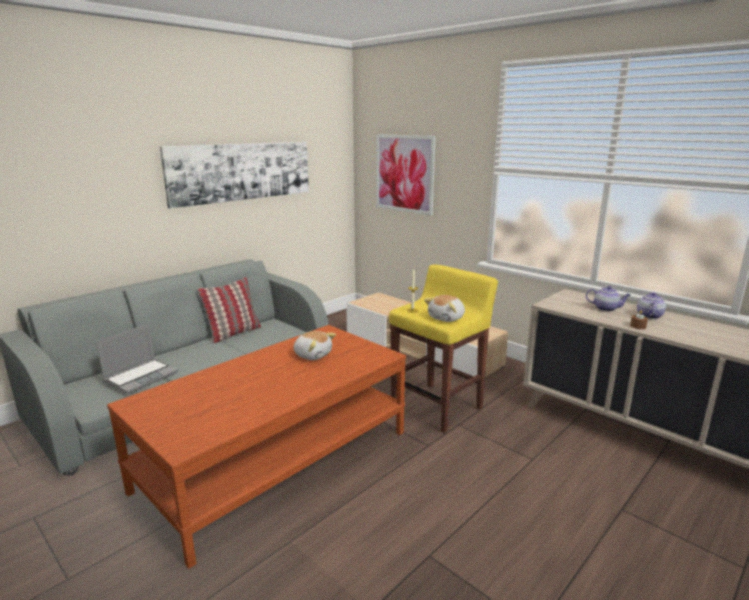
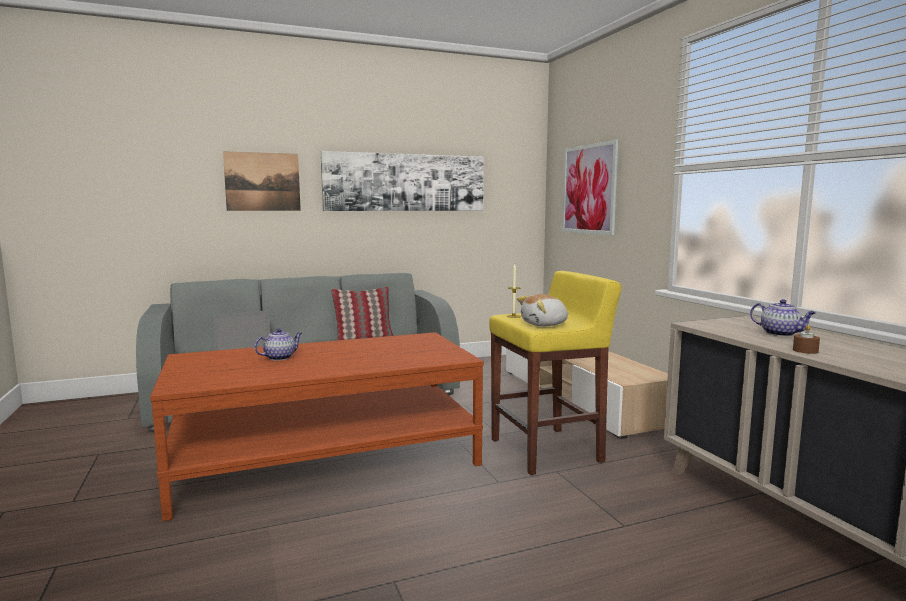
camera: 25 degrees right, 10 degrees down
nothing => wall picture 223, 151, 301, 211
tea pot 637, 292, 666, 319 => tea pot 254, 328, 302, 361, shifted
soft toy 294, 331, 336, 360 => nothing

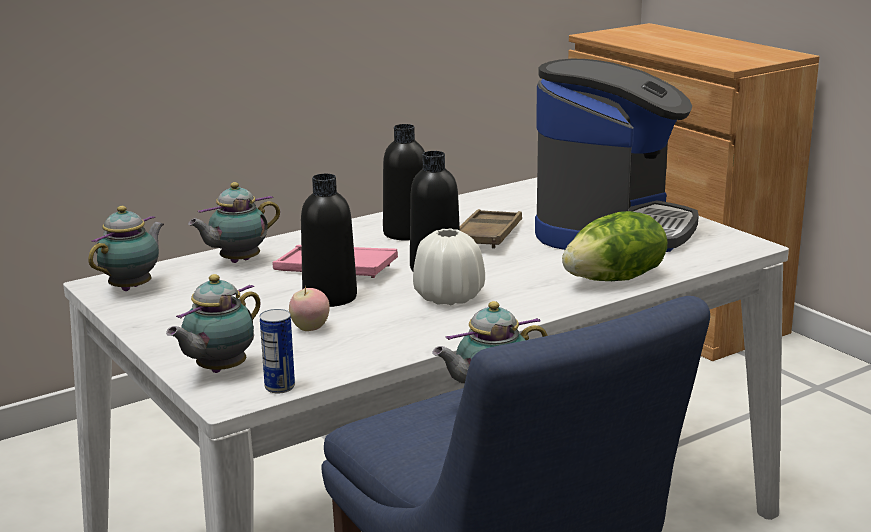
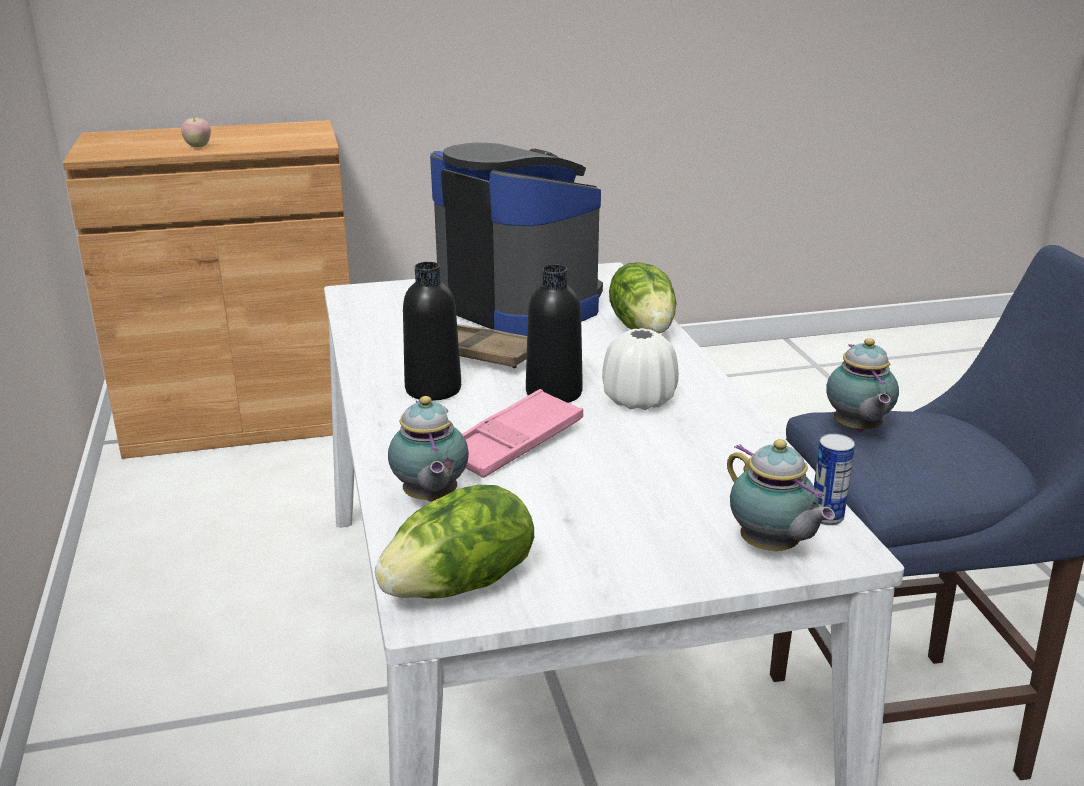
camera: 70 degrees left, 5 degrees up
apple 289, 286, 330, 331 => apple 181, 115, 211, 147, shifted
tea pot 88, 206, 164, 291 => head of lettuce 375, 485, 534, 599
black-coloured bottle 301, 174, 357, 307 => nothing

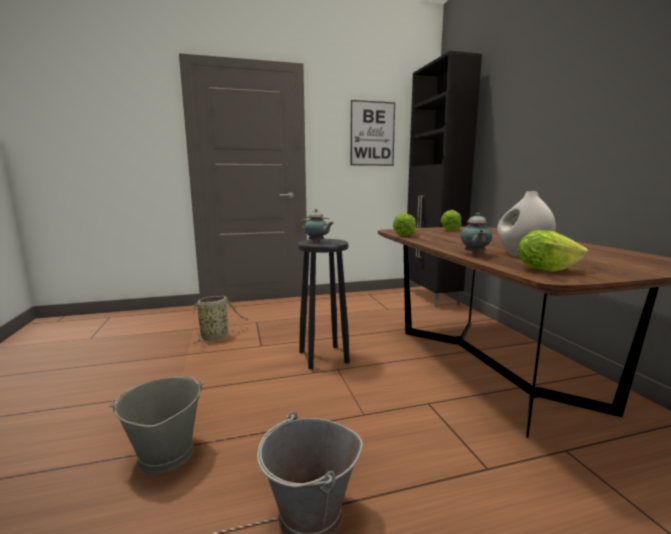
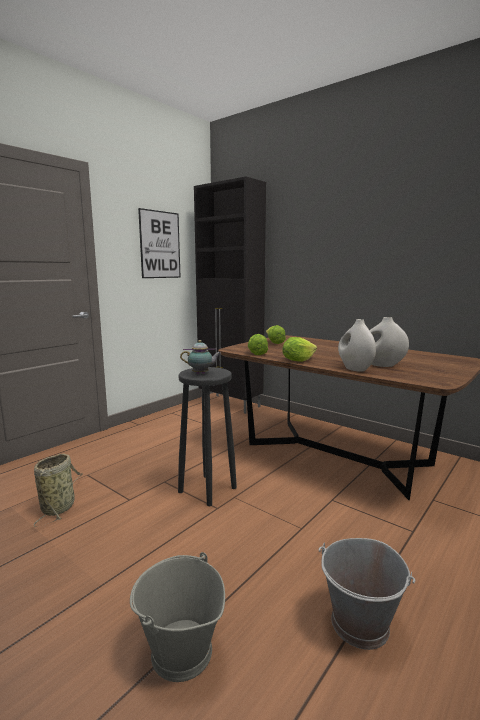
camera: 35 degrees left, 0 degrees up
head of lettuce 518, 230, 588, 272 => head of lettuce 282, 337, 317, 362, shifted
tea pot 461, 213, 492, 255 => white-coloured flower vase 338, 319, 376, 372

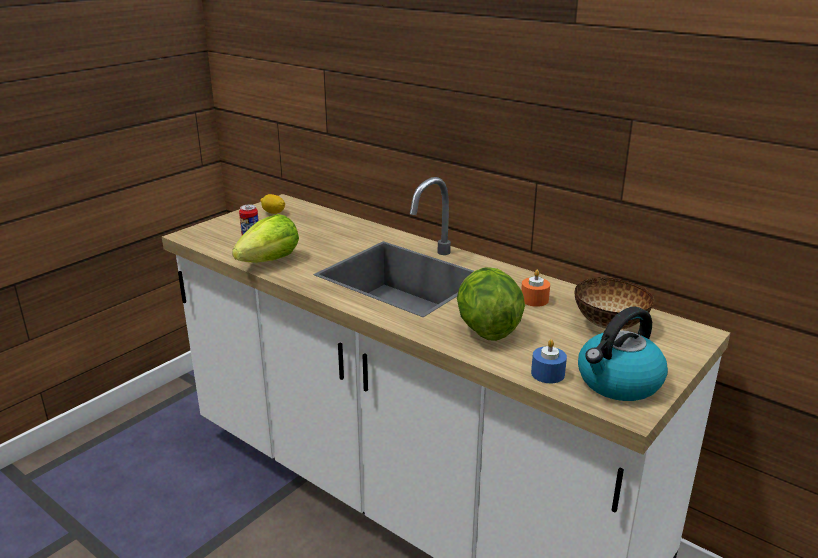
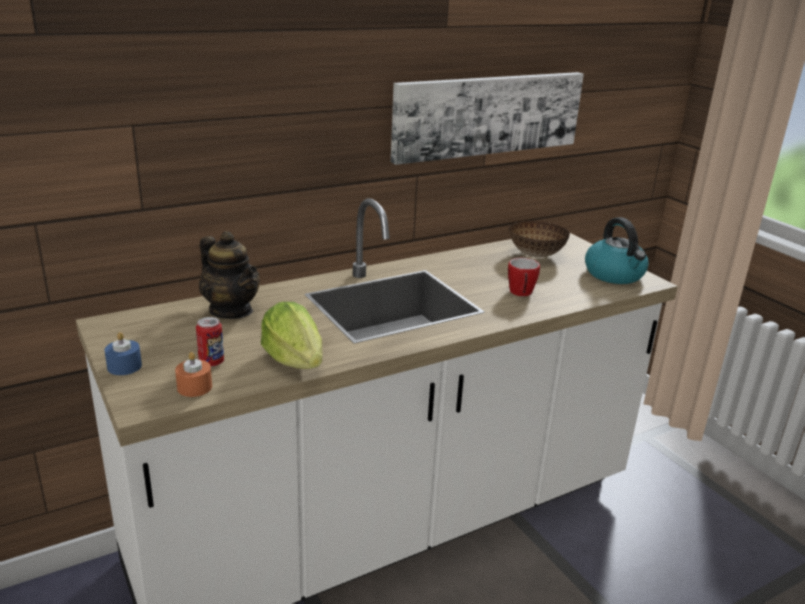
camera: 70 degrees left, 0 degrees up
blue-coloured wax candle 531, 339, 567, 383 => blue-coloured wax candle 104, 332, 142, 375, shifted
orange wax candle 521, 270, 550, 307 => orange wax candle 175, 352, 212, 397, shifted
nothing => tea pot 199, 231, 260, 319
nothing => wall picture 391, 72, 584, 165
head of lettuce 457, 267, 525, 341 => tea mug 508, 258, 540, 296
whole lemon 260, 194, 285, 214 => nothing

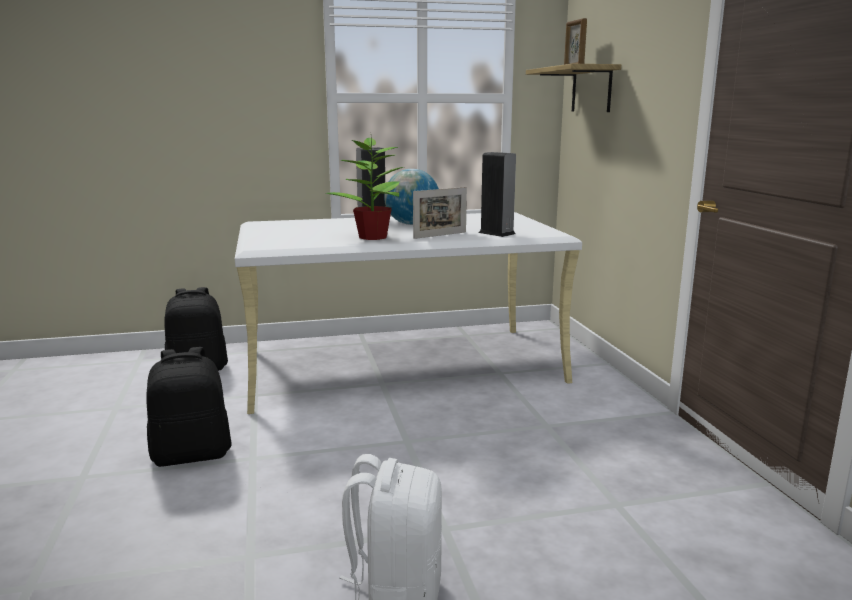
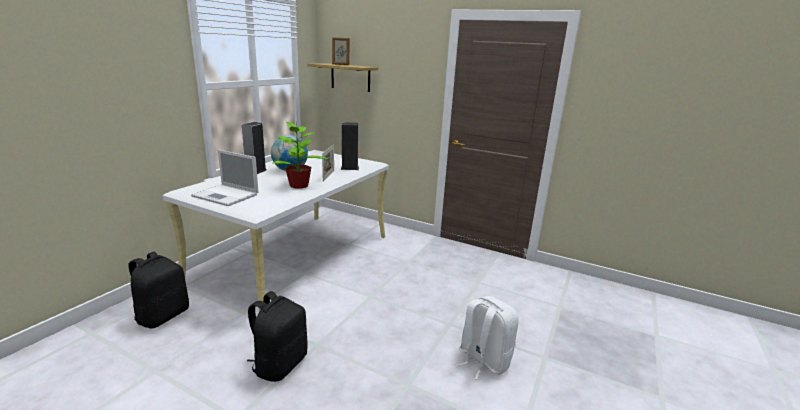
camera: 50 degrees left, 5 degrees up
nothing => portable computer 191, 150, 258, 206

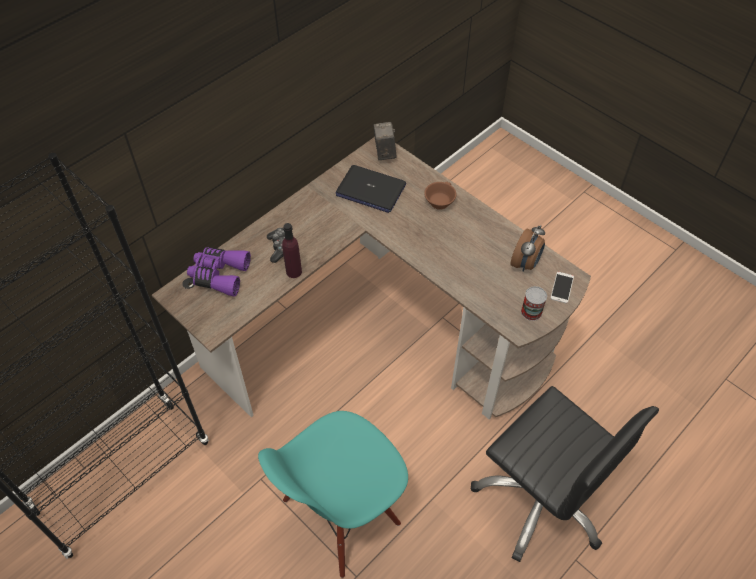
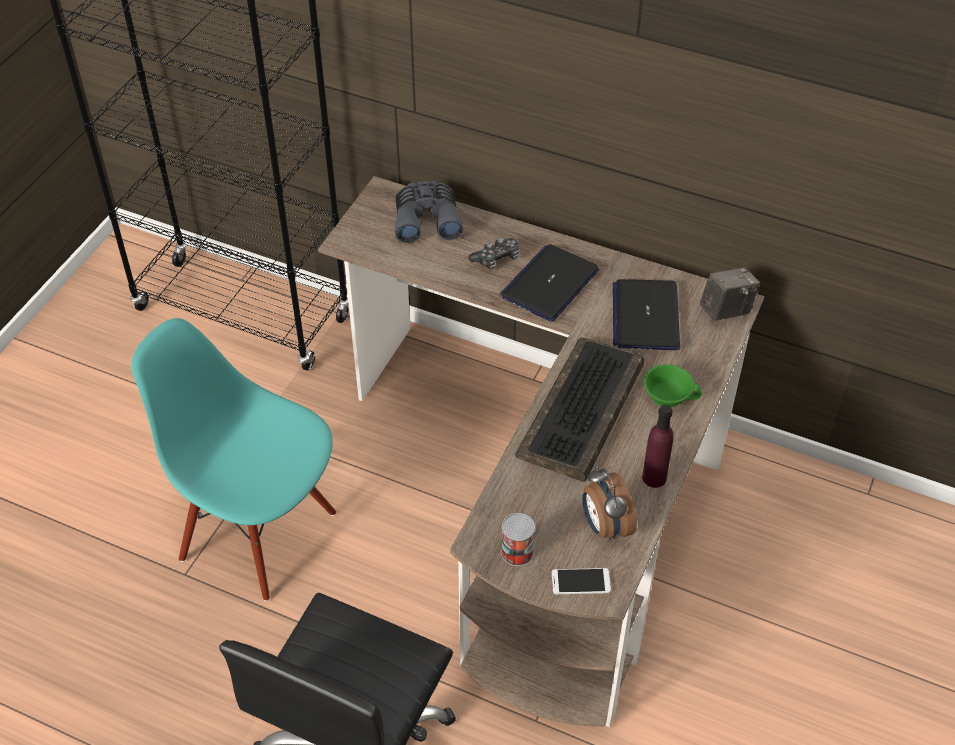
camera: 70 degrees right, 5 degrees down
purple binoculars 187, 247, 251, 297 => greyish binoculars 395, 180, 464, 243
nothing => portable computer 500, 244, 599, 322
nothing => PC keyboard 515, 338, 644, 482
alarm clock 510, 225, 545, 272 => alarm clock 582, 466, 637, 541, 60 degrees clockwise
purple bottle 282, 223, 302, 278 => purple bottle 642, 404, 674, 488, shifted
brownish cup 424, 182, 456, 210 => green-coloured cup 644, 364, 702, 408

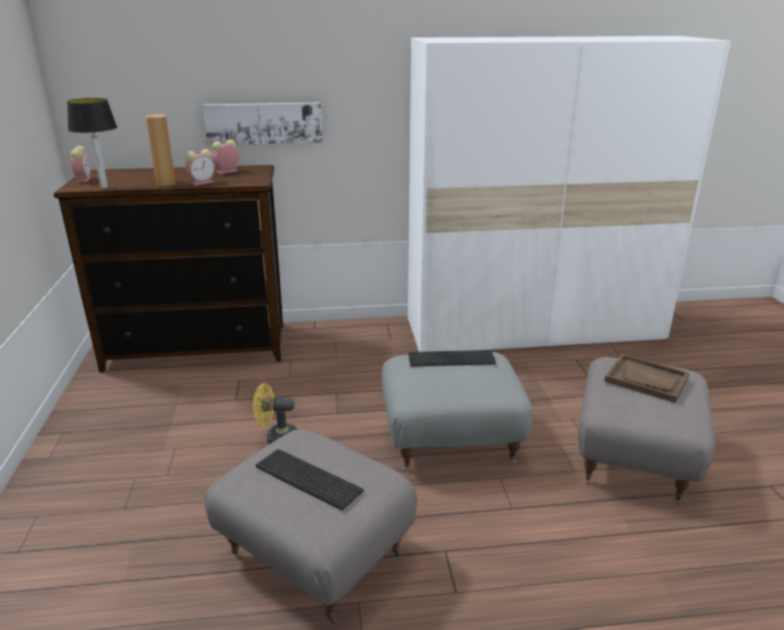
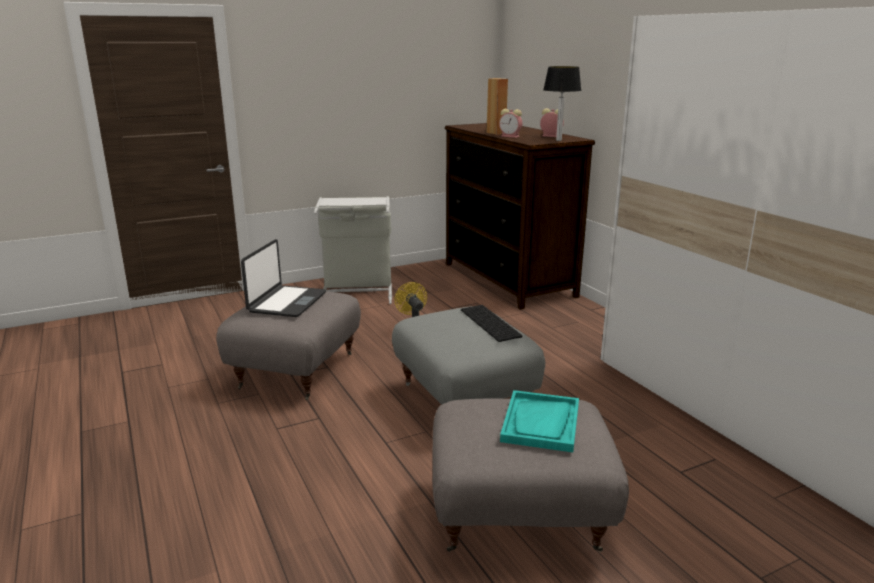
camera: 70 degrees right, 5 degrees down
PC keyboard 256, 449, 364, 510 => portable computer 241, 239, 326, 317
nothing => greyish washing basket 314, 196, 392, 304
brownish carrying tray 604, 354, 689, 403 => turquoise-coloured carrying tray 500, 390, 579, 452
table lamp 67, 98, 117, 189 => table lamp 543, 66, 581, 141, shifted
alarm clock 70, 146, 91, 183 => nothing
wall picture 203, 102, 323, 145 => nothing

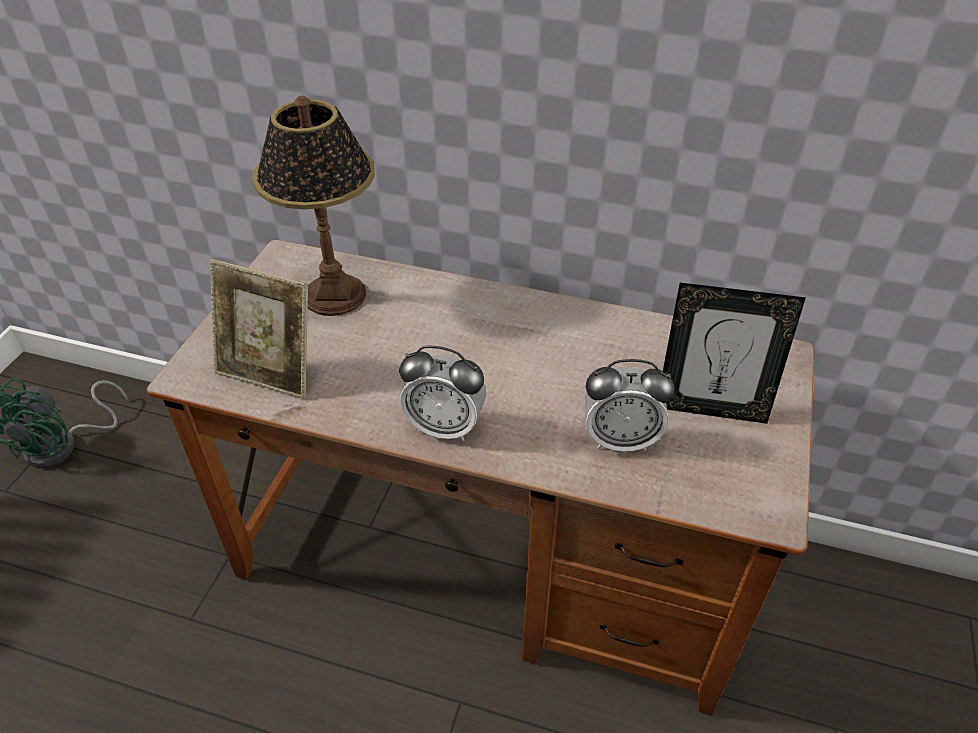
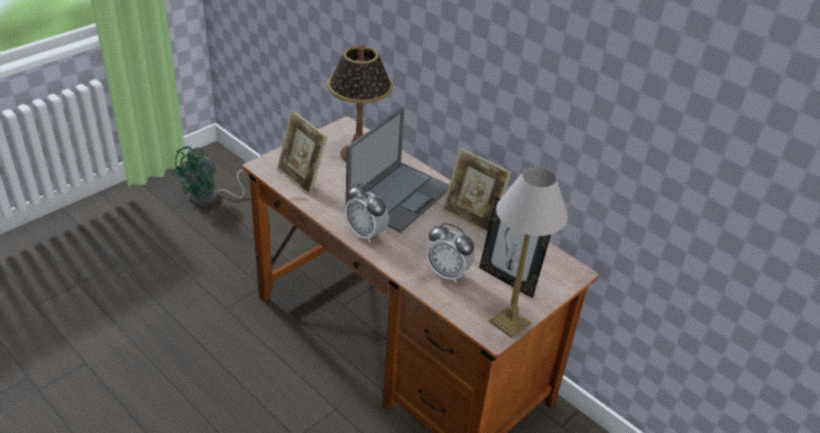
camera: 25 degrees right, 5 degrees down
nothing => portable computer 346, 107, 449, 233
nothing => standing frame 442, 148, 512, 233
nothing => table lamp 489, 167, 568, 338

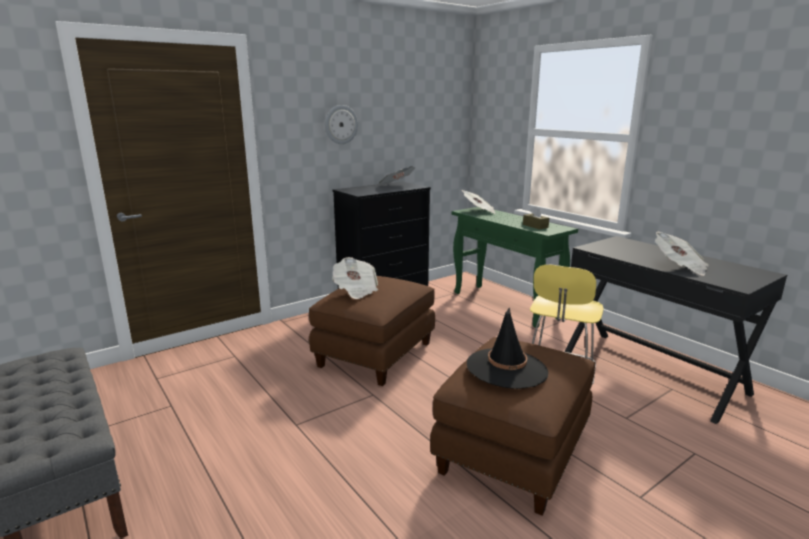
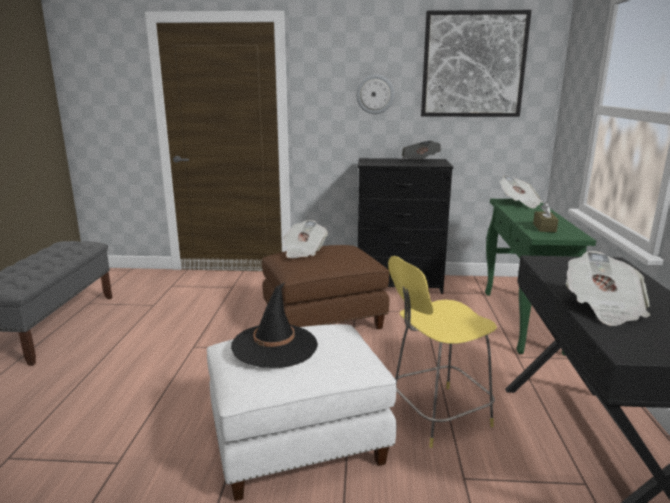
camera: 40 degrees right, 0 degrees up
brownish pouffe 430, 337, 595, 516 => white-coloured pouffe 207, 324, 397, 501
nothing => wall picture 421, 10, 532, 117

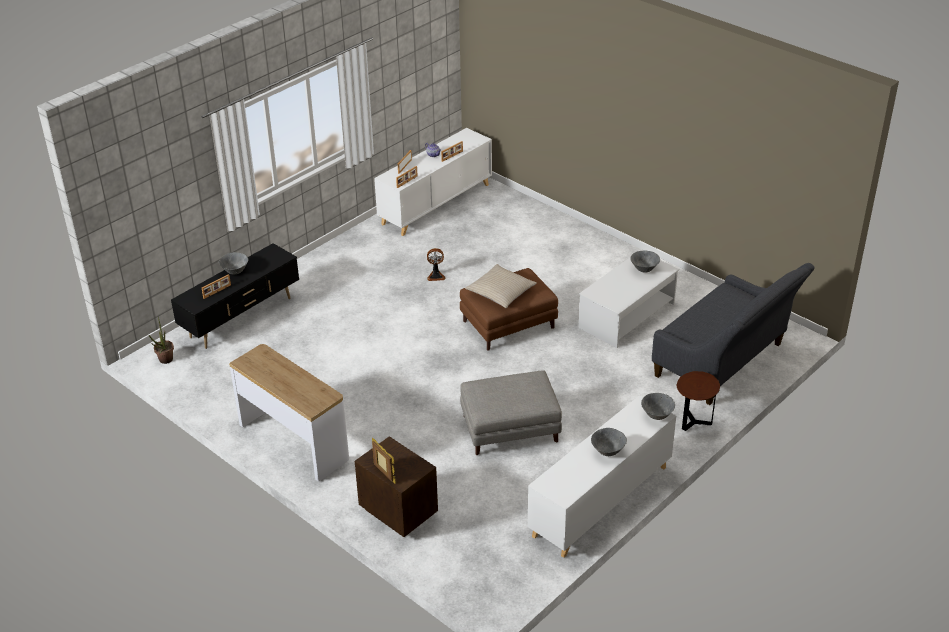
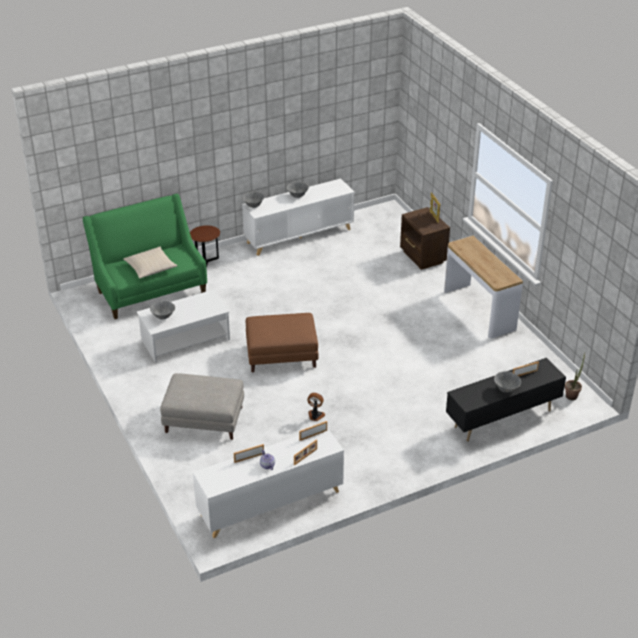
camera: 160 degrees left, 0 degrees up
greyish settee 652, 263, 815, 405 => green-coloured settee 83, 194, 207, 319
sand-coloured cushion 465, 264, 536, 308 => sand-coloured cushion 124, 247, 178, 278, shifted
greyish pouffe 460, 370, 562, 455 => greyish pouffe 160, 373, 244, 440, shifted

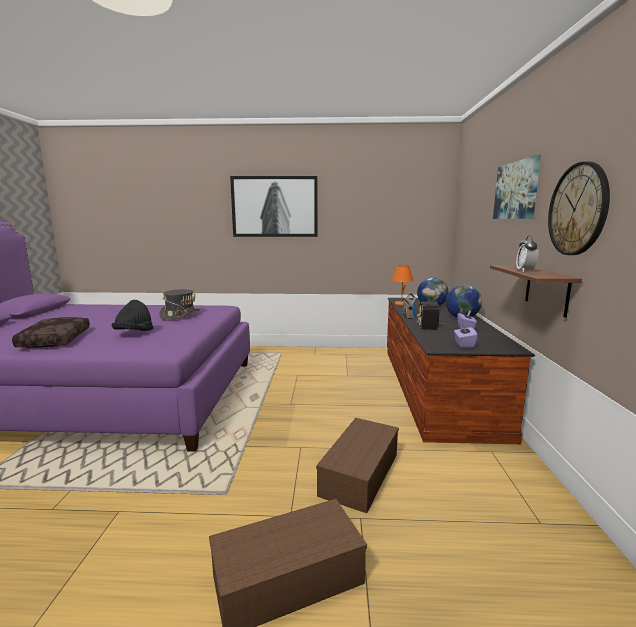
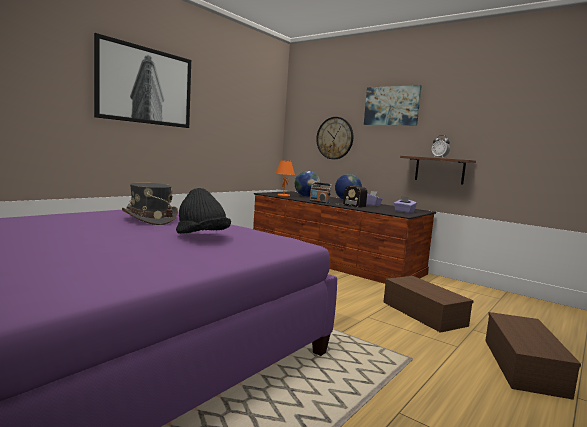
camera: 55 degrees left, 5 degrees down
wall clock 548, 161, 610, 255 => wall clock 316, 117, 353, 159, shifted
brownish cushion 12, 317, 90, 348 => nothing

